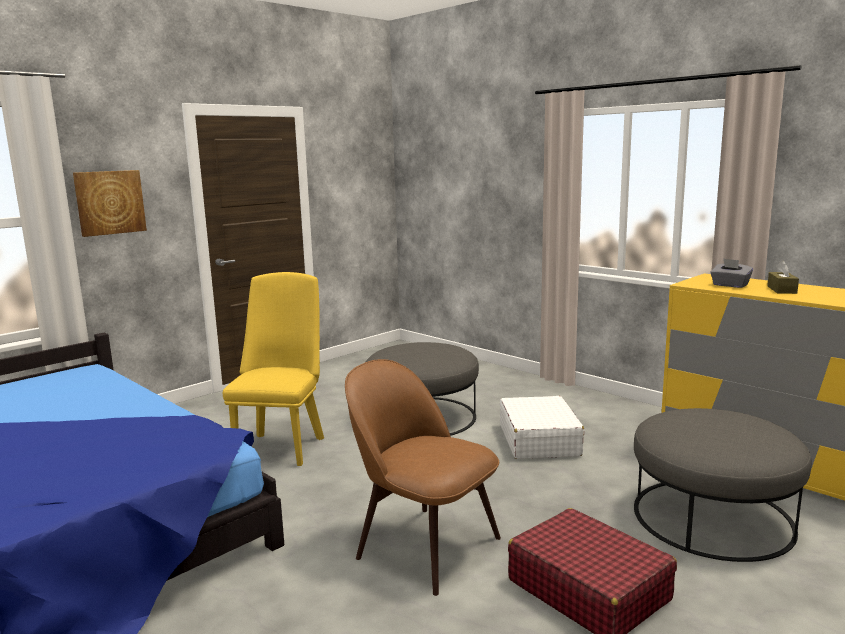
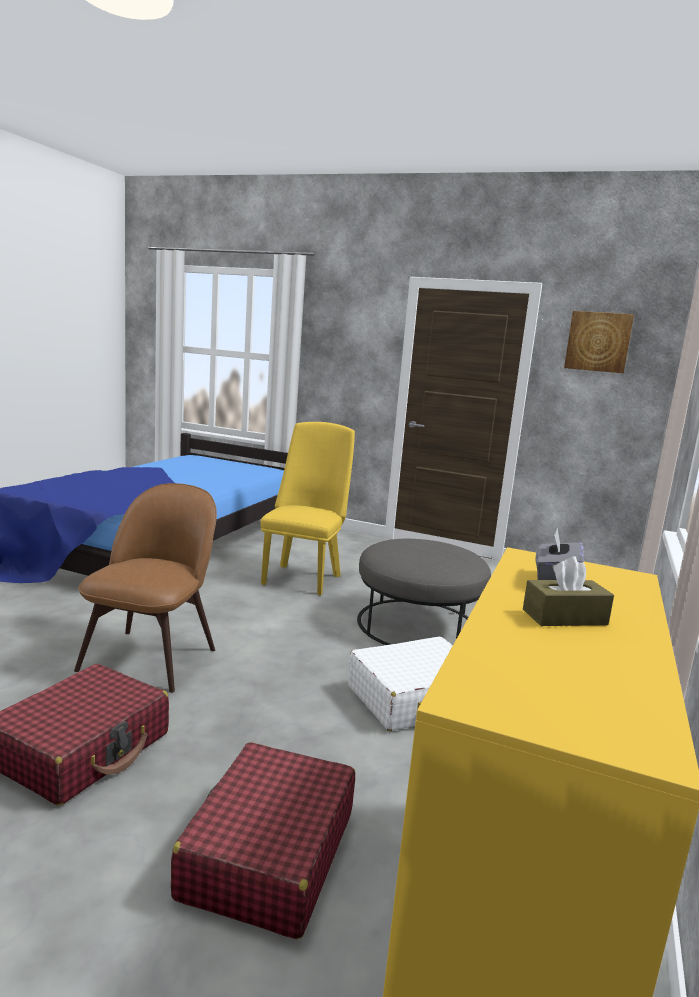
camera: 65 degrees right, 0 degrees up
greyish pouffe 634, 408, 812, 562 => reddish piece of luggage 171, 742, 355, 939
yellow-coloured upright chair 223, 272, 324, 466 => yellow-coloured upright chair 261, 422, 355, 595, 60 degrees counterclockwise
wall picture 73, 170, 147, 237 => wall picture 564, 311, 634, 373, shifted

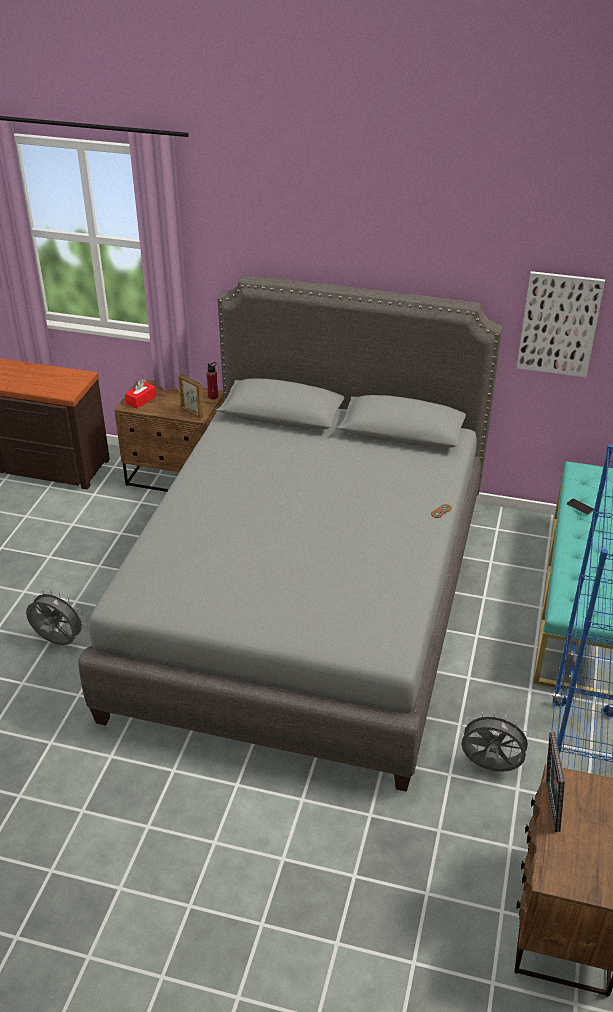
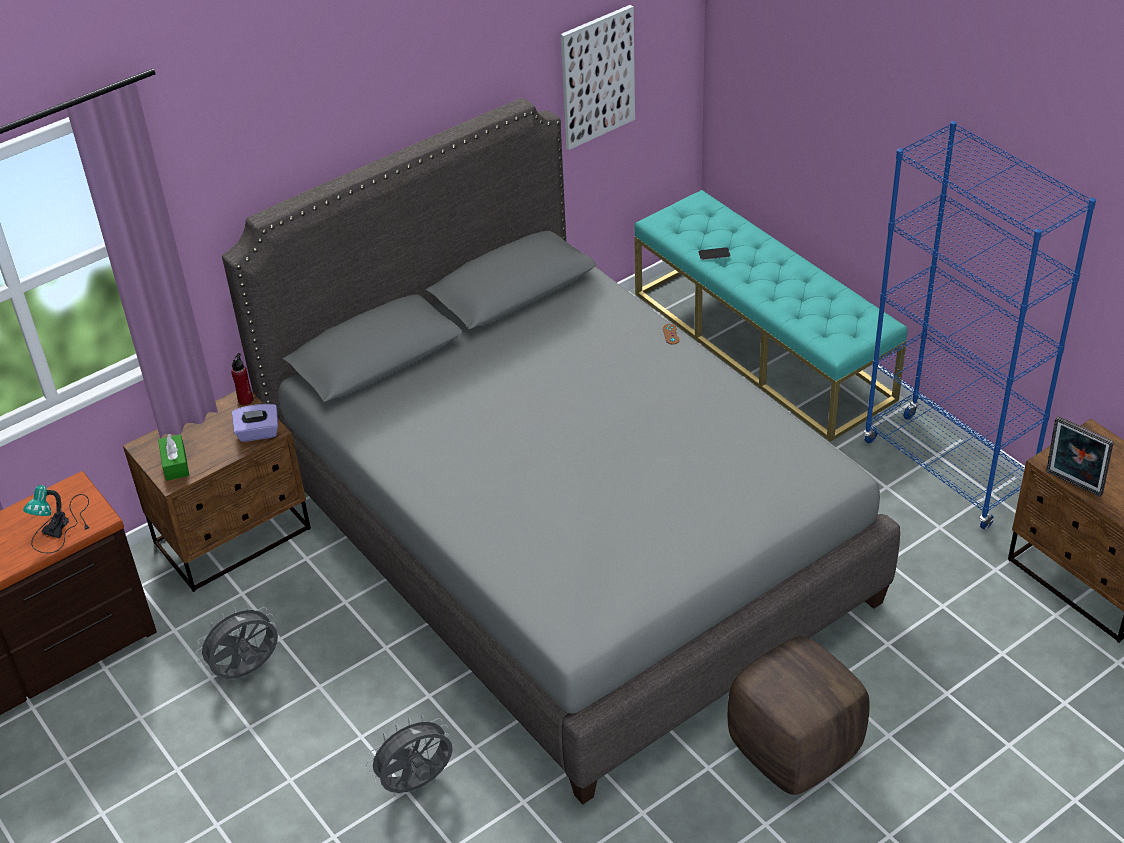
camera: 50 degrees left, 5 degrees up
nothing => table lamp 23, 485, 89, 553
reddish box of tissues 125, 379, 156, 409 => green-coloured box of tissues 158, 434, 189, 481
greyish fan 460, 712, 533, 772 => greyish fan 196, 604, 278, 679, shifted
standing frame 178, 374, 204, 419 => purple box of tissues 232, 404, 278, 442
nothing => brownish pouffe 728, 636, 870, 795

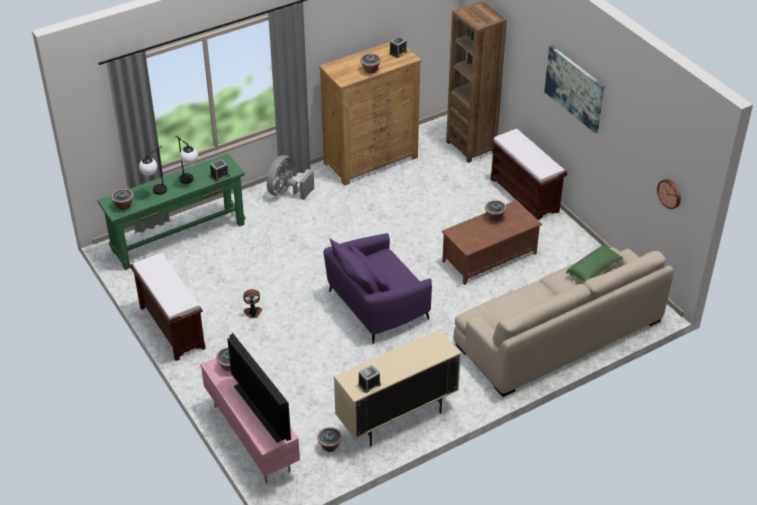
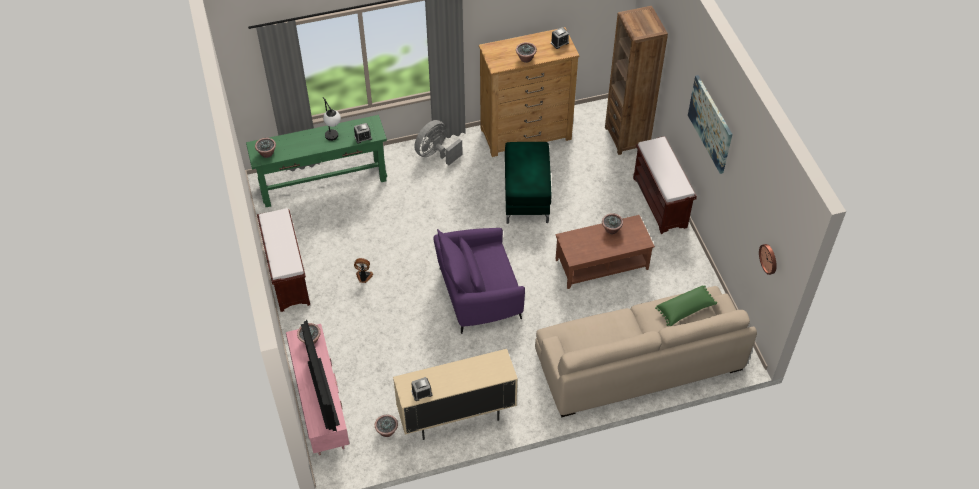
camera: 15 degrees right, 10 degrees up
nothing => green-coloured pouffe 505, 142, 551, 224
table lamp 139, 146, 167, 195 => nothing

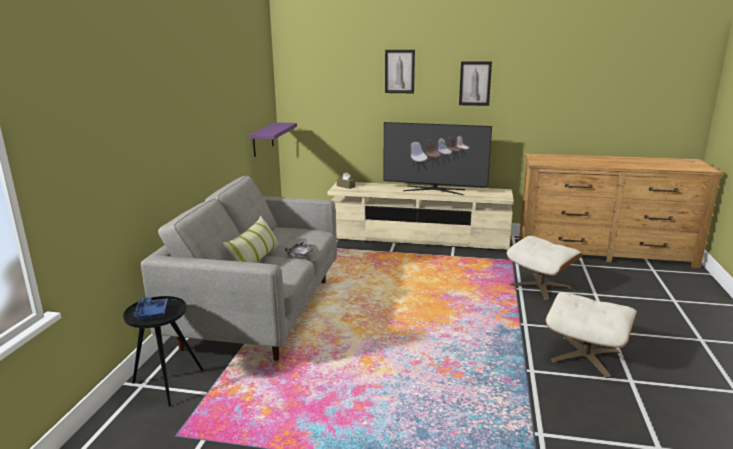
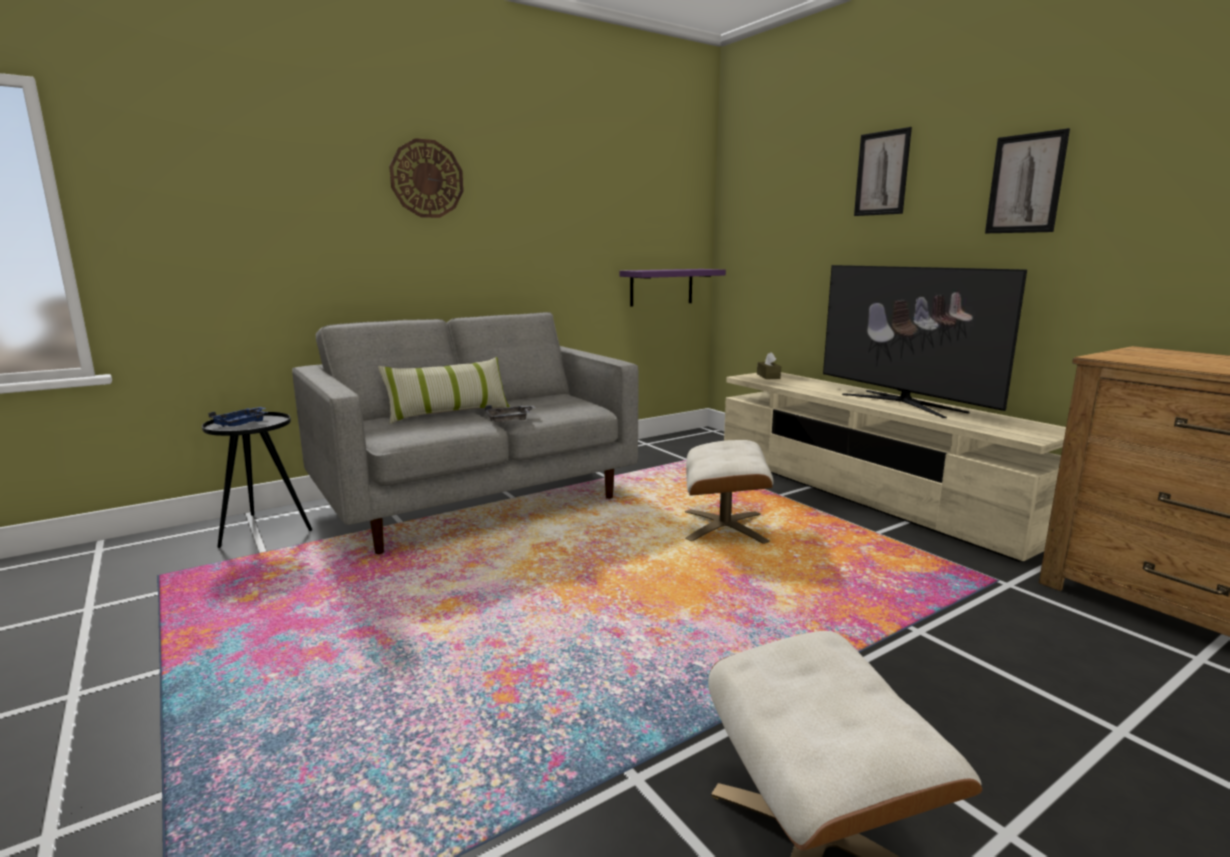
camera: 45 degrees right, 5 degrees down
nothing => wall clock 389, 138, 464, 218
sand-coloured pouffe 507, 236, 582, 300 => sand-coloured pouffe 685, 440, 774, 544, shifted

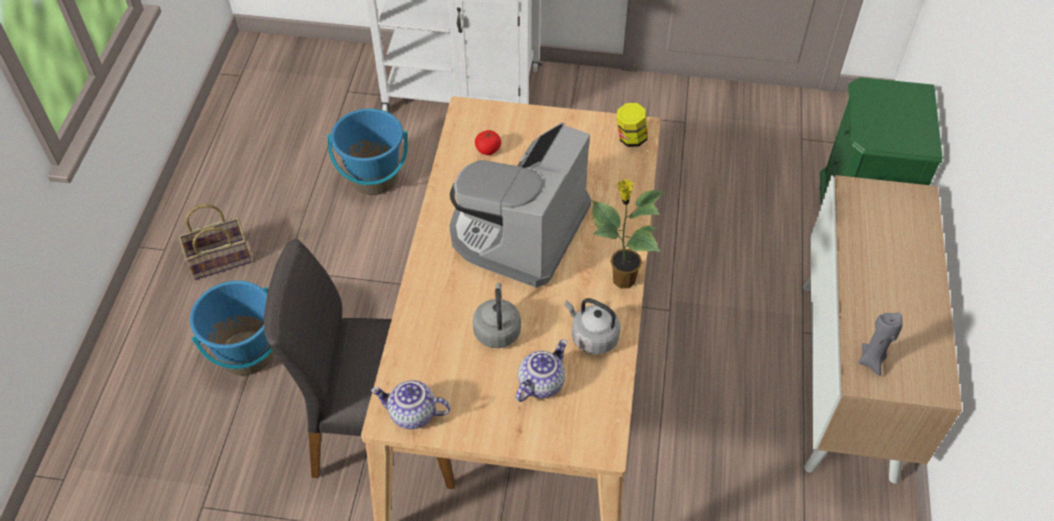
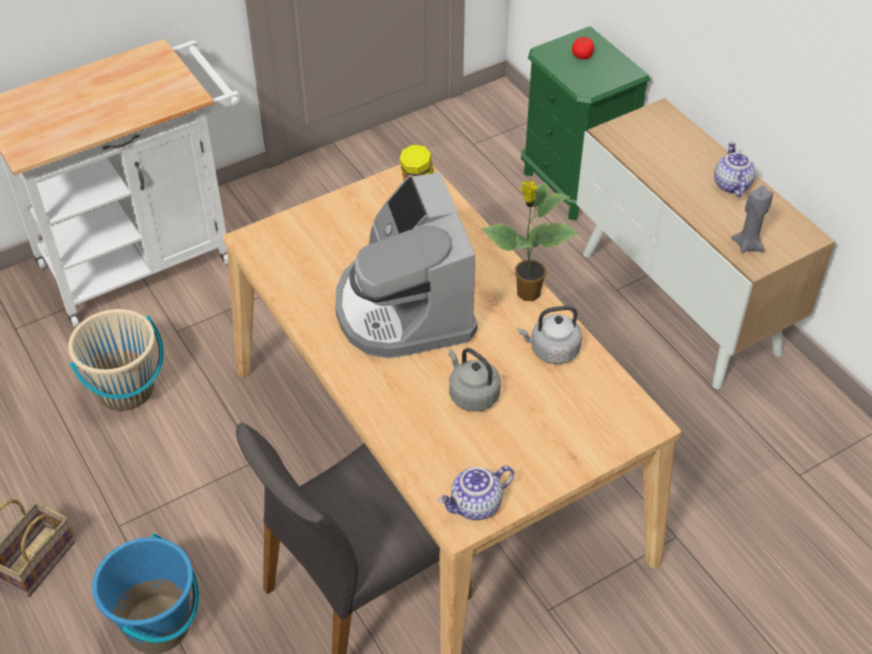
camera: 40 degrees left, 5 degrees down
blue-coloured pail 327, 108, 408, 195 => sand-coloured pail 68, 309, 164, 411
whole tomato 475, 130, 501, 155 => whole tomato 572, 37, 594, 59, shifted
tea pot 516, 339, 567, 402 => tea pot 714, 141, 756, 197, shifted

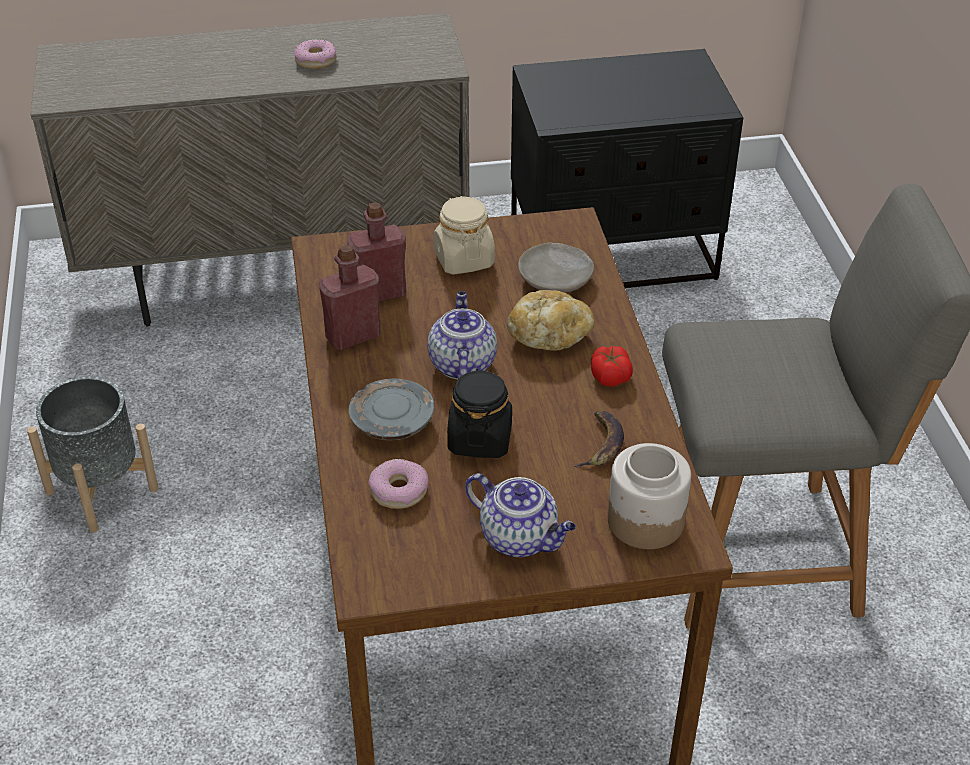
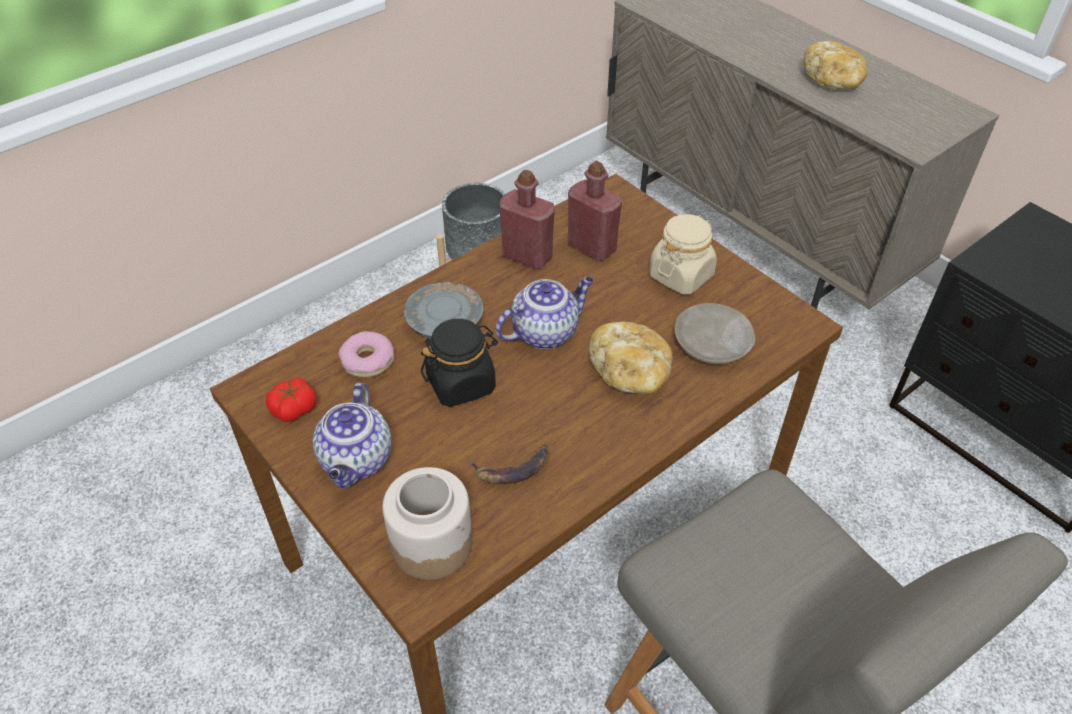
camera: 60 degrees right, 5 degrees up
whole tomato 591, 346, 633, 387 => whole tomato 266, 378, 316, 422, shifted
ring doughnut 294, 39, 336, 69 => bakery bread 803, 41, 868, 90

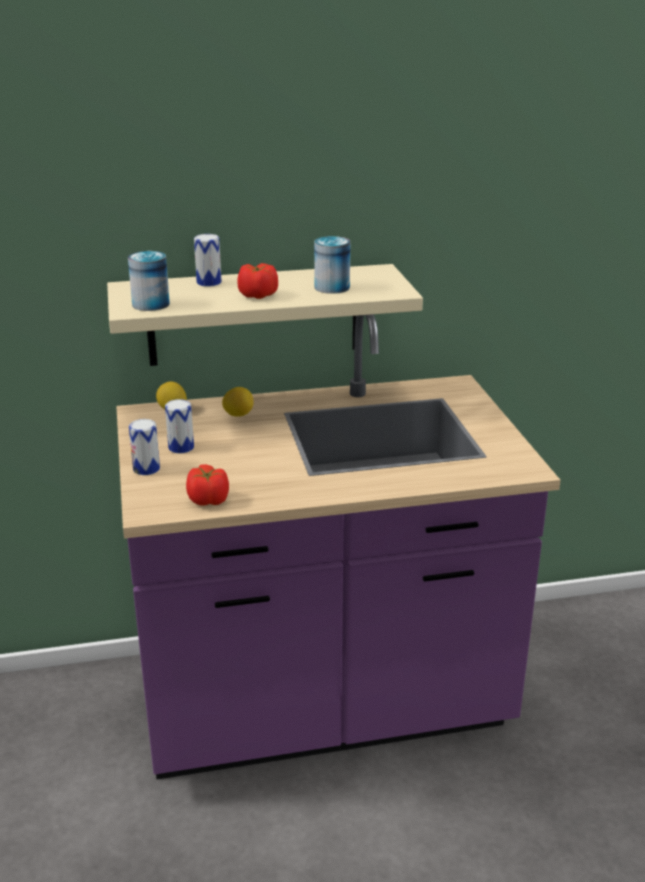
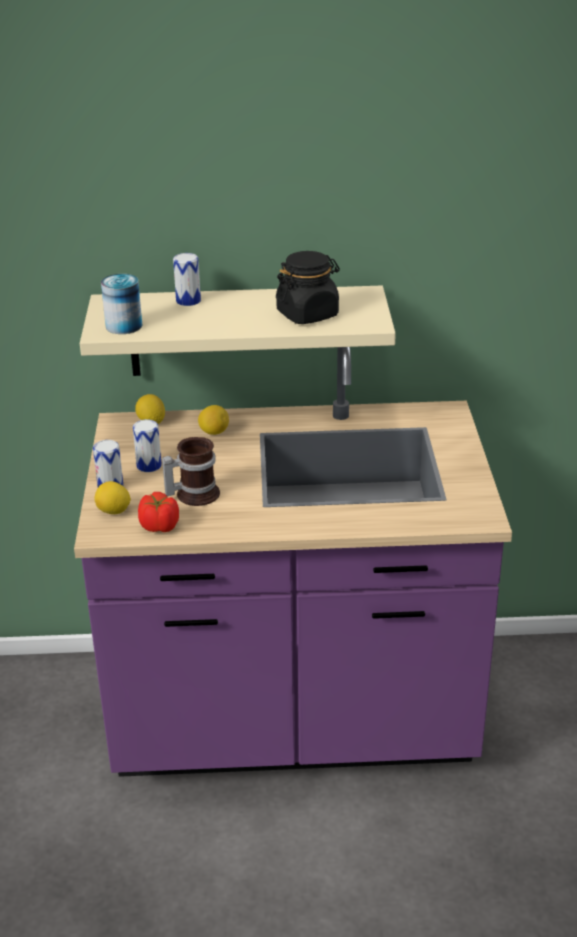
camera: 10 degrees right, 5 degrees up
nothing => whole lemon 95, 481, 131, 514
nothing => tea mug 162, 437, 220, 506
can 314, 236, 350, 294 => black-coloured preserve jar 276, 251, 340, 324
whole tomato 237, 263, 278, 299 => nothing

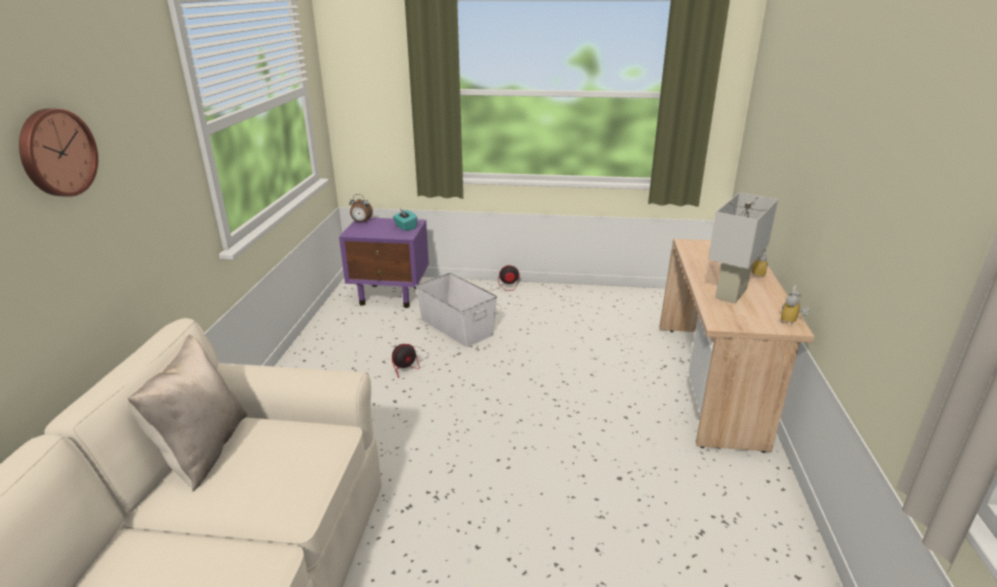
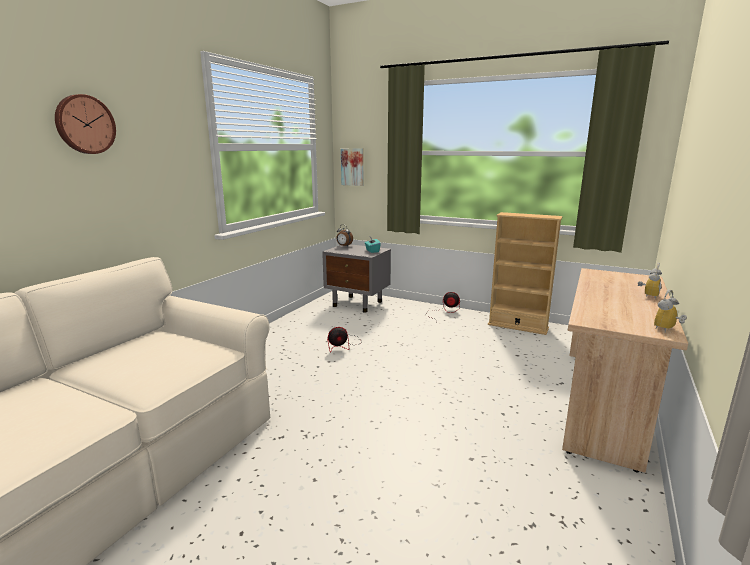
camera: 20 degrees right, 10 degrees down
purple nightstand 339, 218, 429, 308 => greyish nightstand 322, 244, 391, 313
nothing => wall picture 341, 148, 363, 186
nothing => sand-coloured shelving unit 488, 212, 563, 335
sand-coloured cushion 128, 335, 247, 491 => nothing
white-coloured storage box 416, 273, 497, 347 => nothing
white-coloured table lamp 708, 192, 778, 303 => nothing

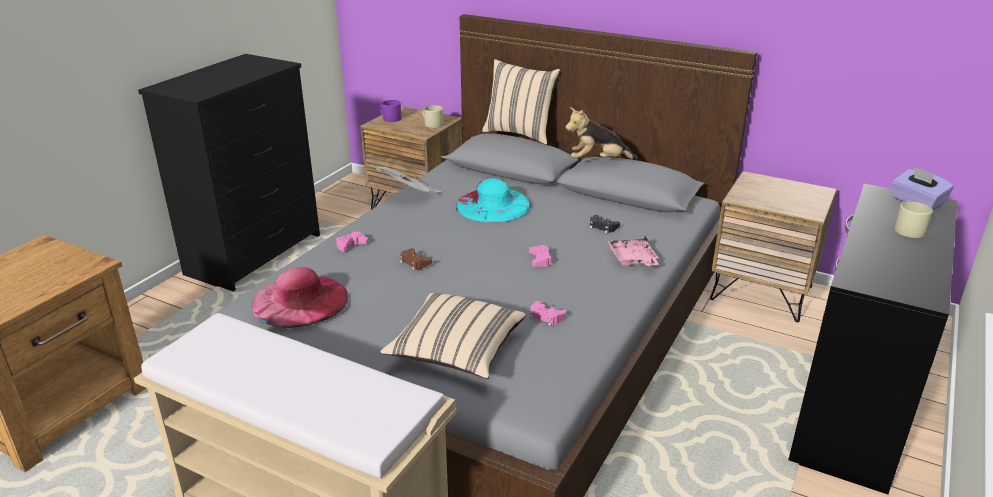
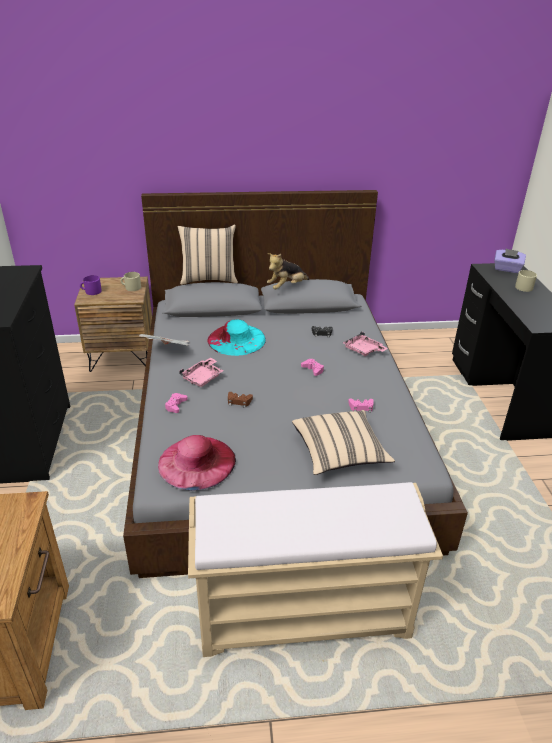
camera: 35 degrees left, 5 degrees up
nothing => pink carrying tray 179, 358, 223, 387
brownish nightstand 710, 171, 837, 322 => nothing

